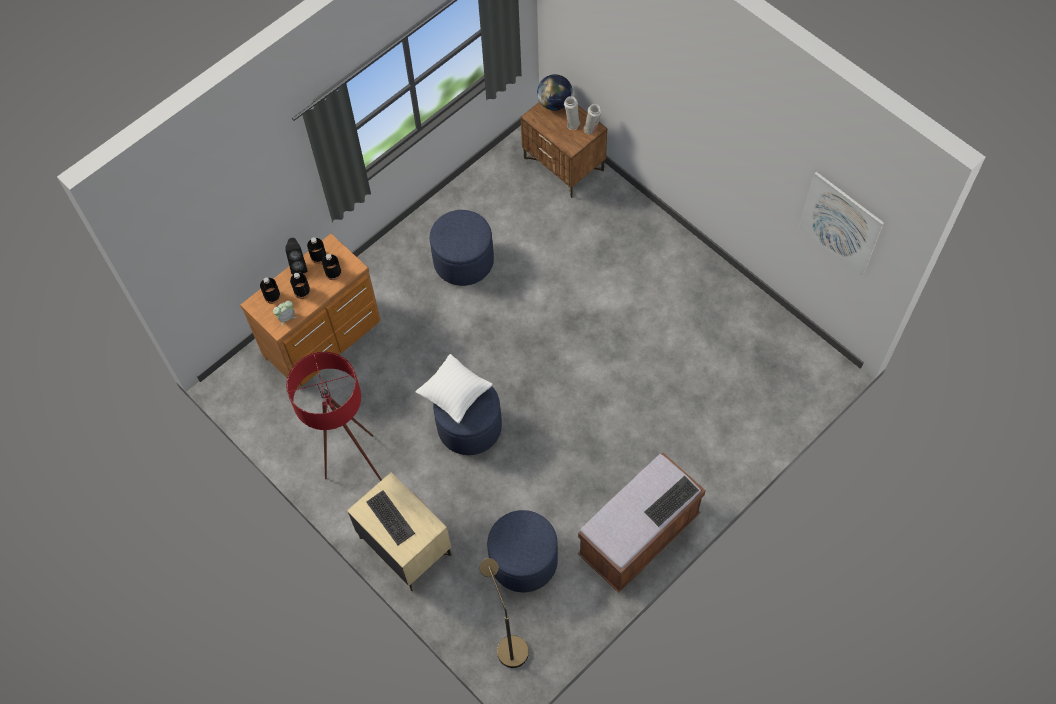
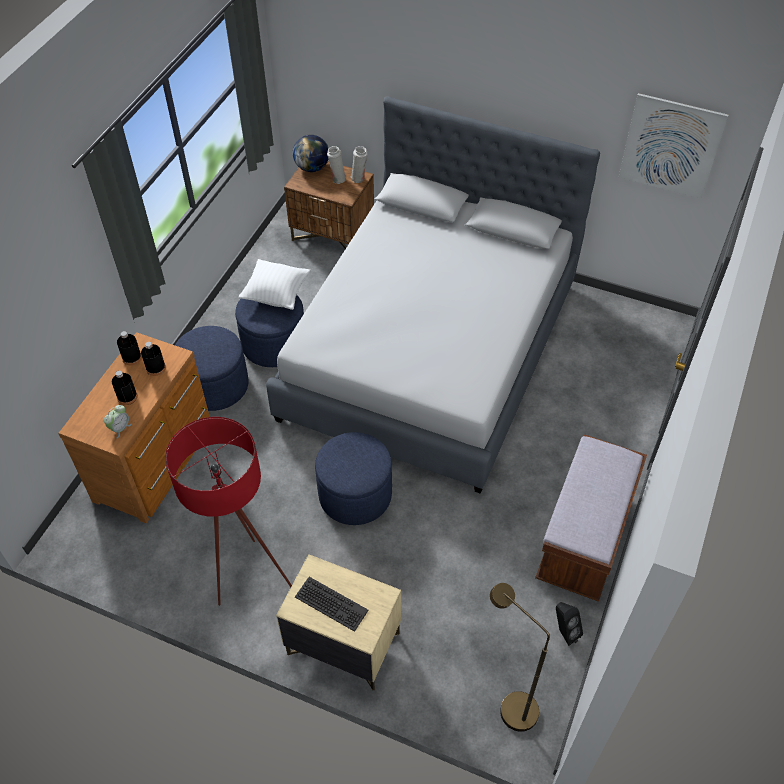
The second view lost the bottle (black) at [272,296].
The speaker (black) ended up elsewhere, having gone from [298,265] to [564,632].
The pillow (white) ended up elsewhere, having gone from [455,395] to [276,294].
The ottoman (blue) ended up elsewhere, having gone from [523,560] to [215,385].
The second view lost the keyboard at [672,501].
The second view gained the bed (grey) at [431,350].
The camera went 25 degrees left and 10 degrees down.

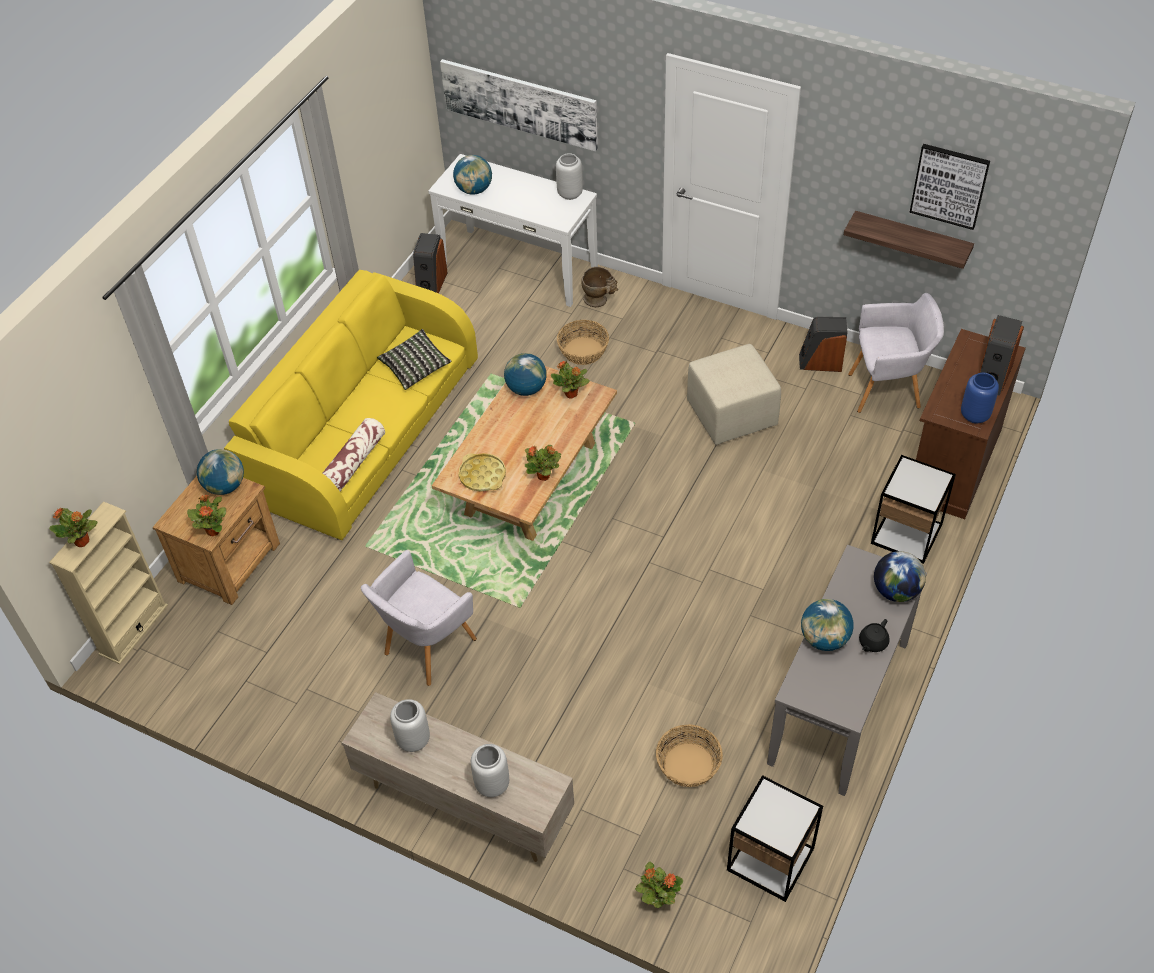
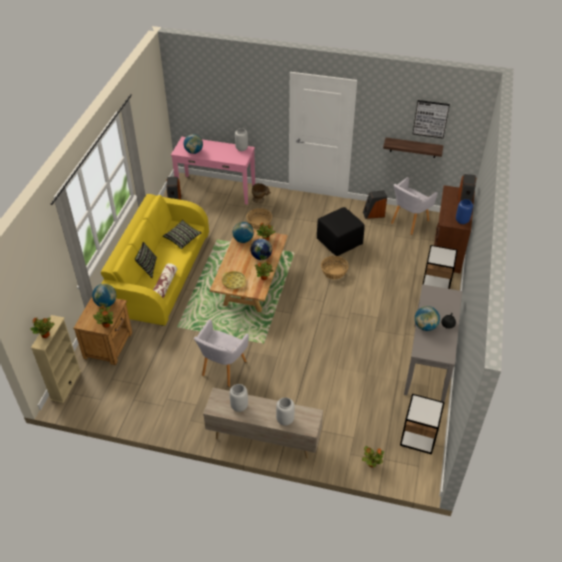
What was the console table (white) at [519,266] turned into the console table (pink) at [216,189].
The second view lost the picture at [519,103].
The basket ended up elsewhere, having gone from [688,765] to [334,272].
What was the ottoman (beige) at [732,414] turned into the ottoman (black) at [339,242].
The armchair (grey) at [888,390] ended up facing another way, 150 degrees clockwise from before.
The globe ended up elsewhere, having gone from [896,591] to [261,257].
The second view gained the pillow at [147,267].
The camera went 15 degrees left and 5 degrees down.

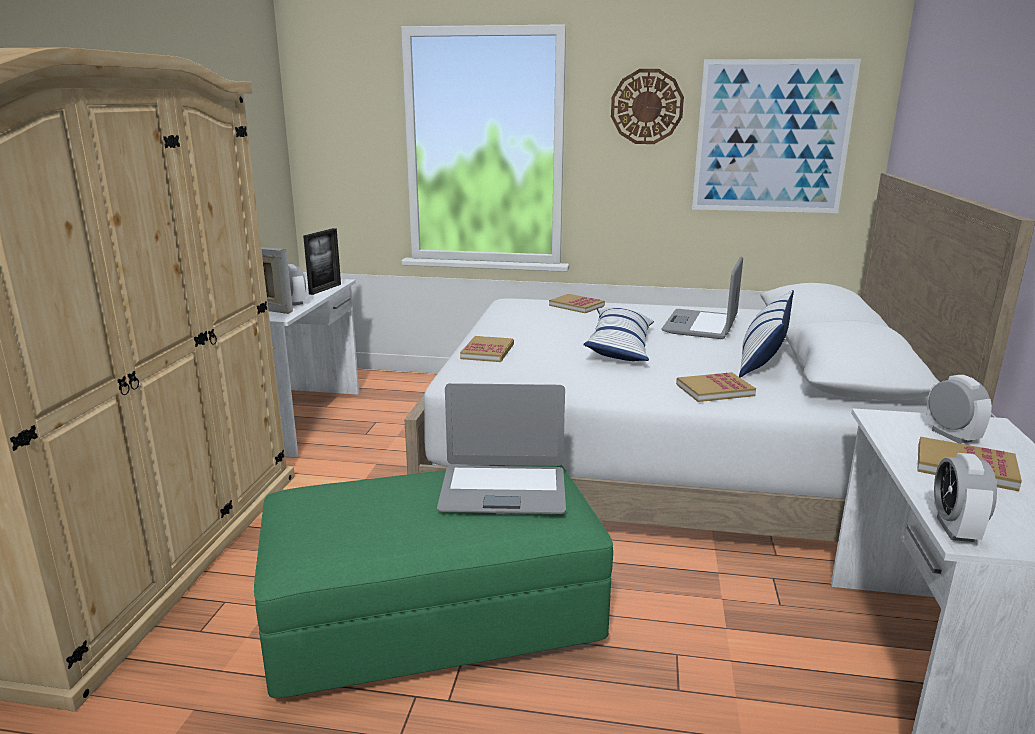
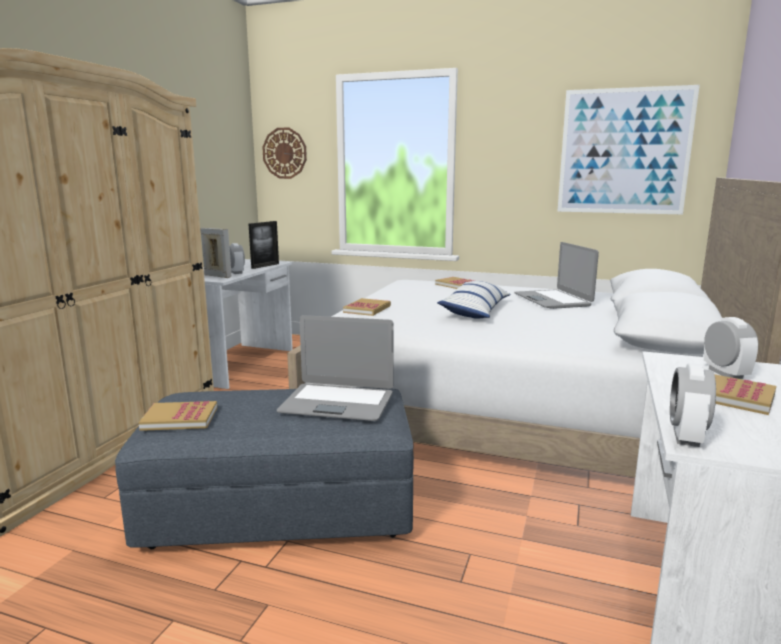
What was the ottoman (green) at [434,617] turned into the ottoman (grey) at [280,506].
The wall clock ended up elsewhere, having gone from [646,107] to [284,153].
The laptop at [701,325] ended up facing another way, 45 degrees counterclockwise from before.
The book ended up elsewhere, having gone from [714,390] to [180,418].
The second view lost the pillow at [762,358].
The camera went 10 degrees right and 5 degrees down.

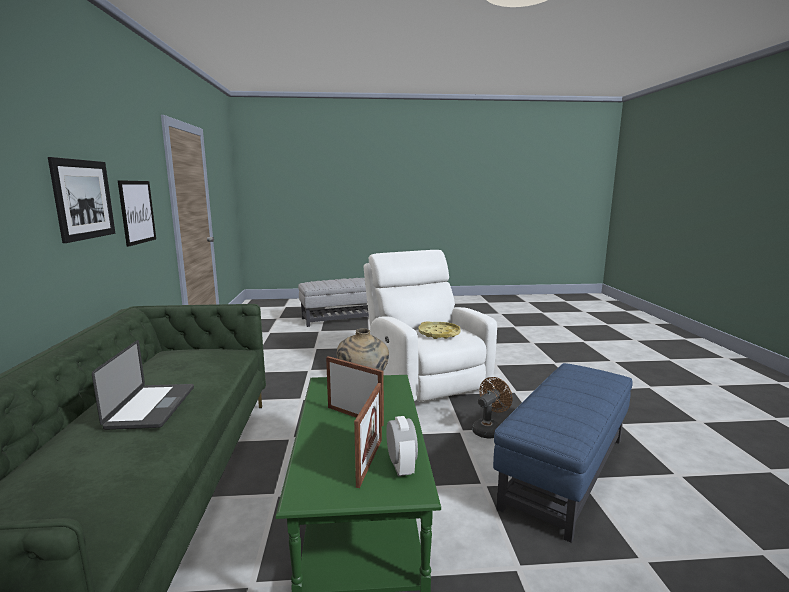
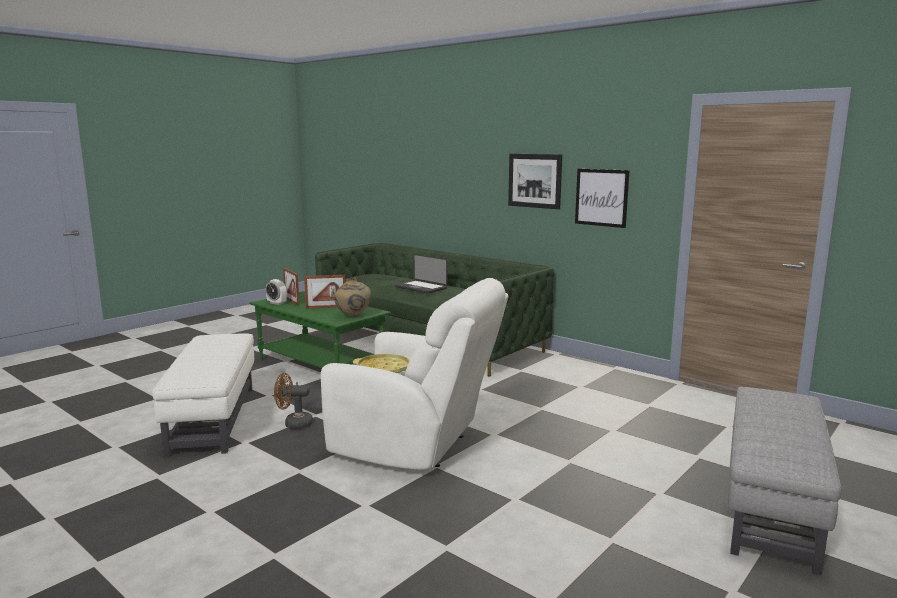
The fan (brown) at [489,429] ended up facing another way, 90 degrees clockwise from before.
What was the ottoman (blue) at [565,471] turned into the ottoman (white) at [213,419].
The camera went 135 degrees right and 0 degrees up.

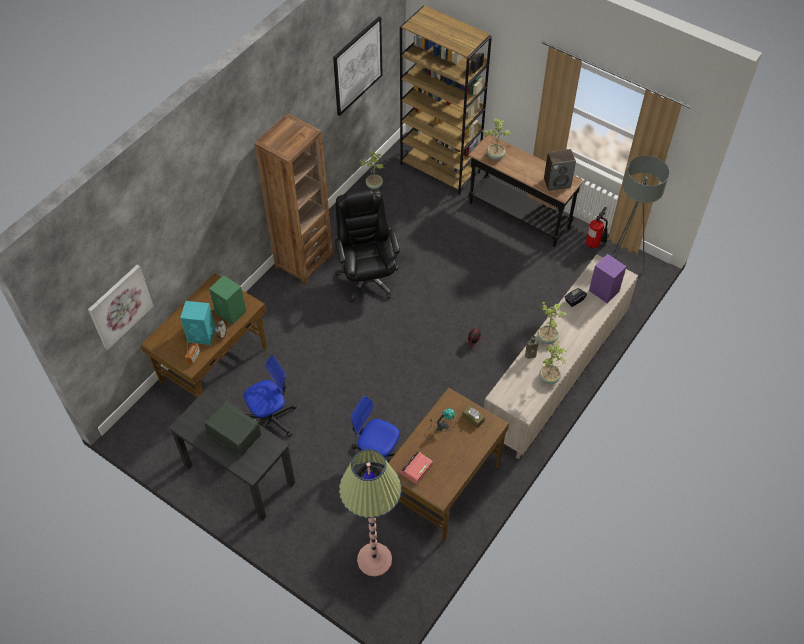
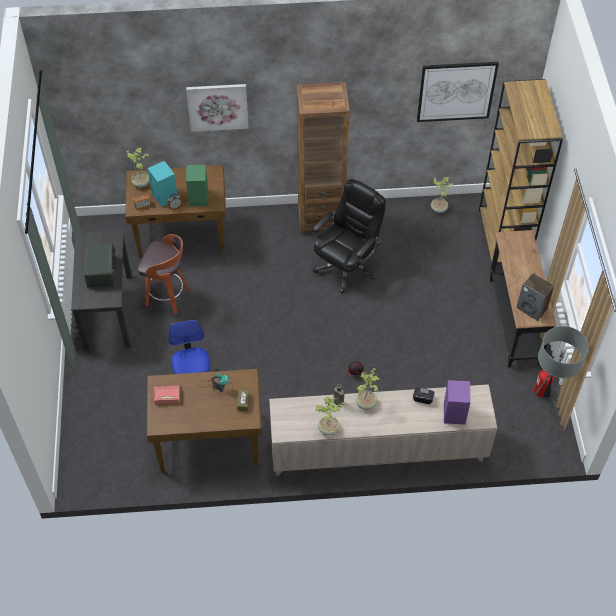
The picture ended up elsewhere, having gone from [120,306] to [217,106].
Where the office chair stood at [271,419], the stool came to stand at [168,297].
The second view lost the floor lamp at [374,559].
The potted plant ended up elsewhere, having gone from [495,155] to [141,183].
The camera went 50 degrees right and 0 degrees up.

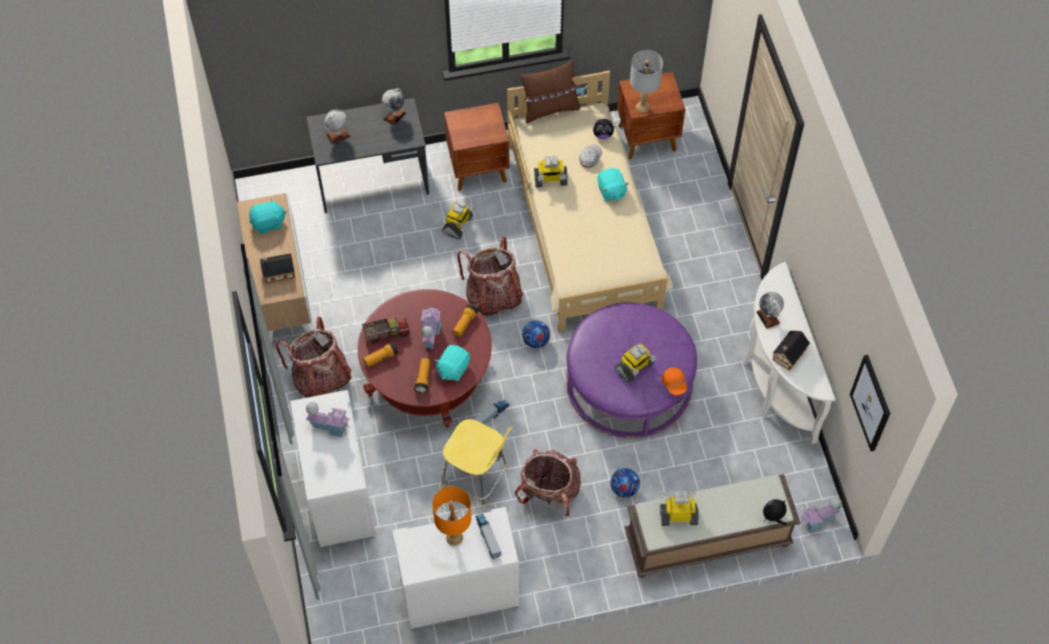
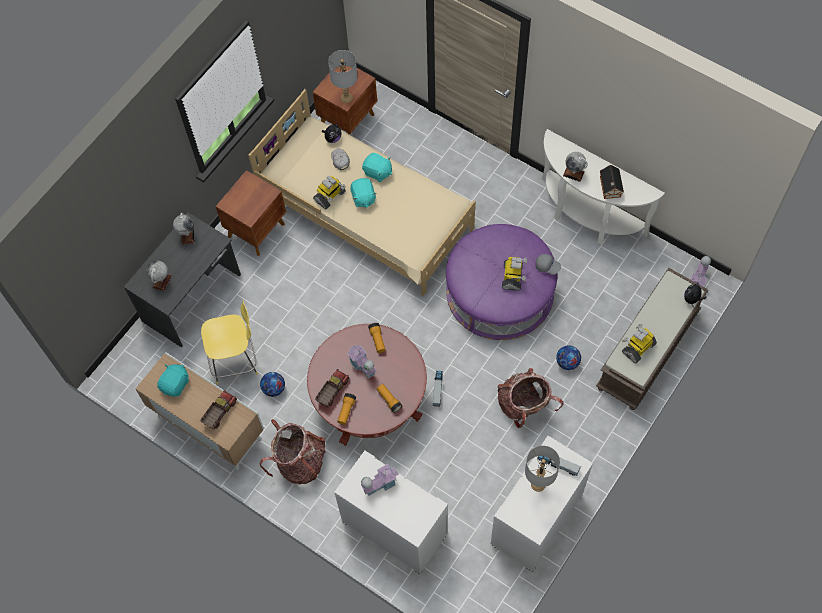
Where the toy house stood at [277,272], the toy truck came to stand at [219,413].
What was the table lamp (orange) at [454,538] turned into the table lamp (grey) at [538,484].
The plush toy (turquoise) ended up elsewhere, having gone from [453,368] to [363,198].
The stool (yellow) ended up elsewhere, having gone from [477,479] to [235,360].
The second view lost the toy robot at [458,225].
The second view lost the backpack at [493,296].
The second view lost the pillow (brown) at [550,109].
The football ended up elsewhere, having gone from [536,341] to [274,388].
What was the cap (orange) at [674,384] turned into the cap (grey) at [547,266].
The second view lost the picture at [871,403].
The camera went 40 degrees left and 5 degrees up.

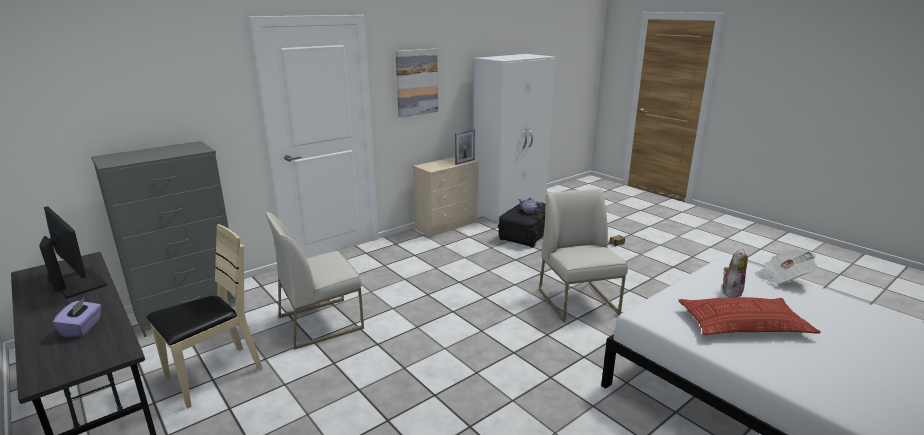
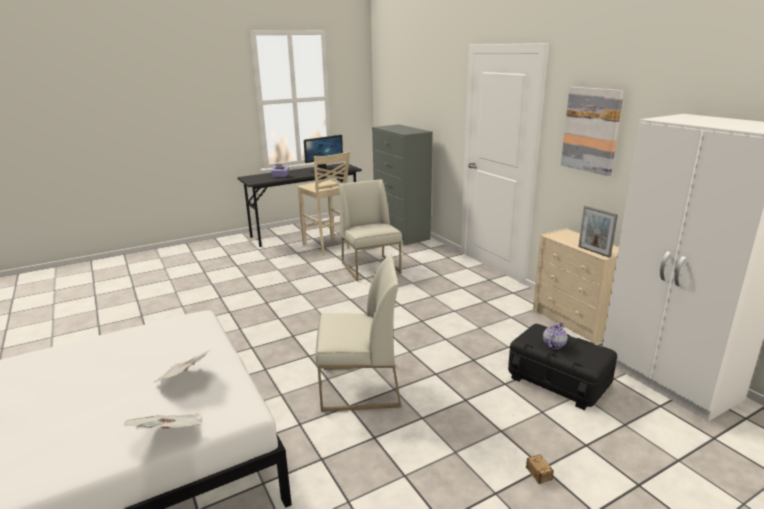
Where the chair (beige) stood at [214,375], the stool (beige) came to stand at [327,247].
The second view lost the pillow at [743,324].
Where the plush toy stood at [731,291], the newspaper came to stand at [185,379].
The camera went 100 degrees right and 0 degrees up.

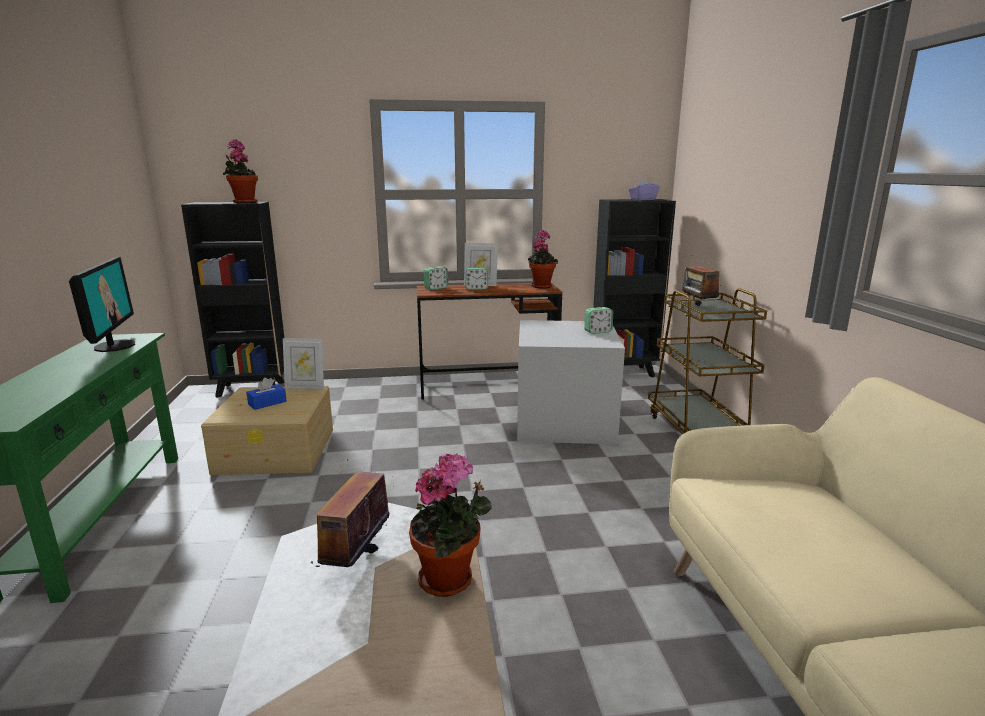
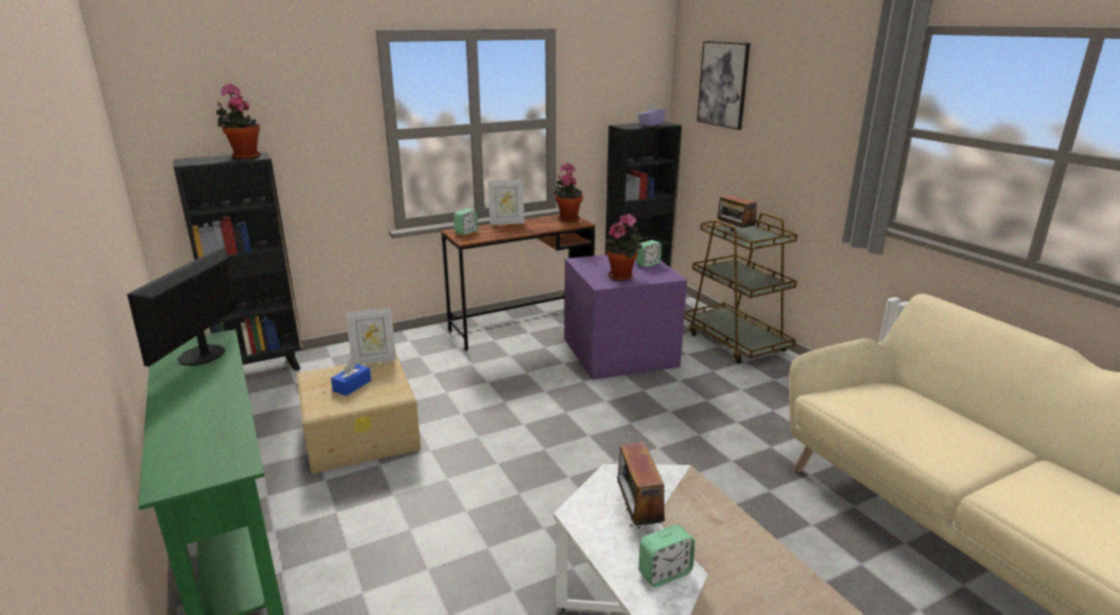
The monitor at [113,346] ended up facing another way, 135 degrees counterclockwise from before.
The potted plant ended up elsewhere, having gone from [450,580] to [623,276].
The alarm clock ended up elsewhere, having gone from [476,288] to [665,573].
What was the storage box (grey) at [566,422] turned into the storage box (purple) at [622,353].
The second view gained the picture at [723,84].
The camera went 20 degrees left and 5 degrees up.

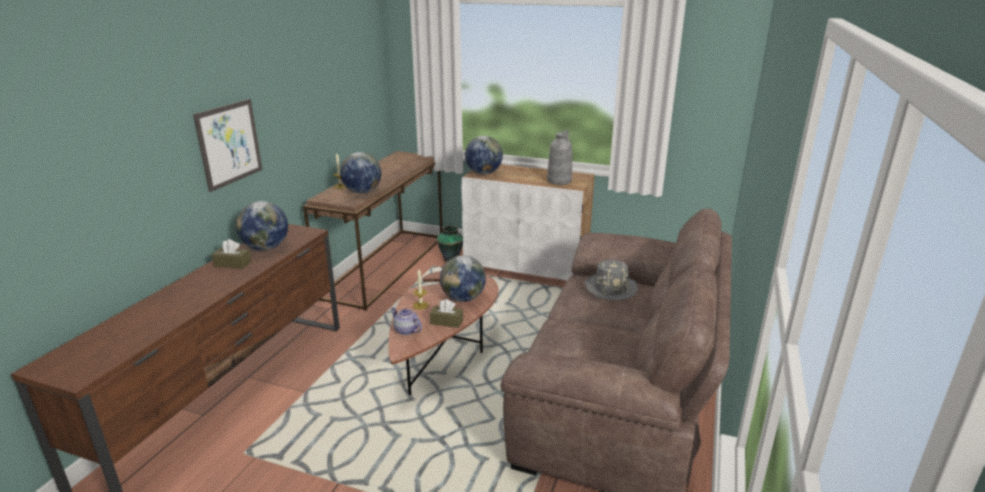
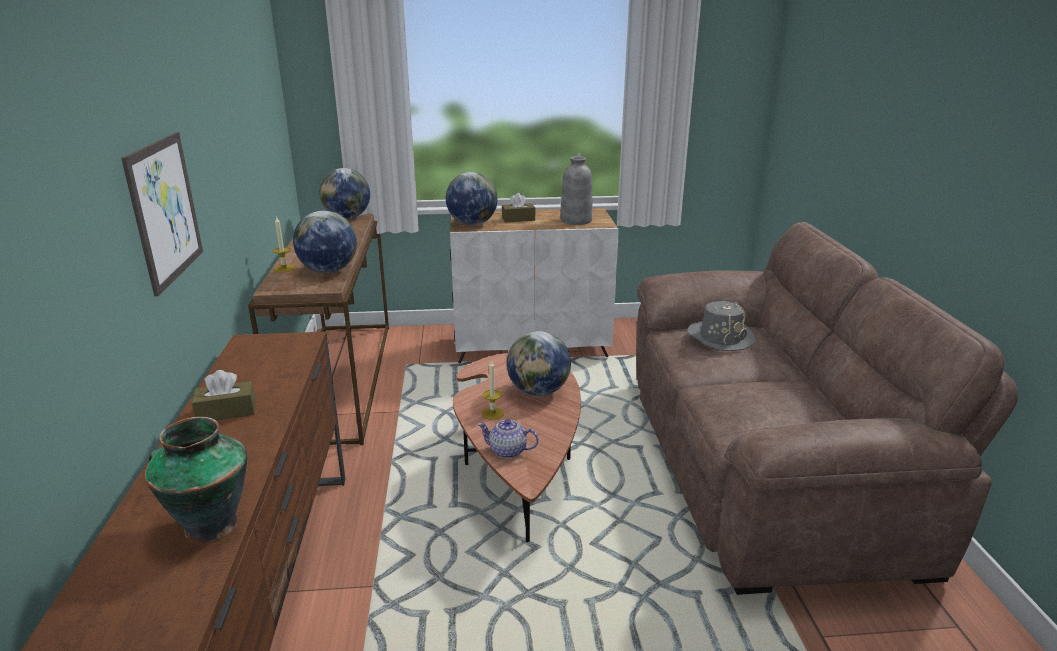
The globe ended up elsewhere, having gone from [266,248] to [347,217].
The tissue box (brown) ended up elsewhere, having gone from [446,322] to [518,219].
The vase ended up elsewhere, having gone from [450,259] to [209,525].
The camera went 25 degrees left and 0 degrees up.

